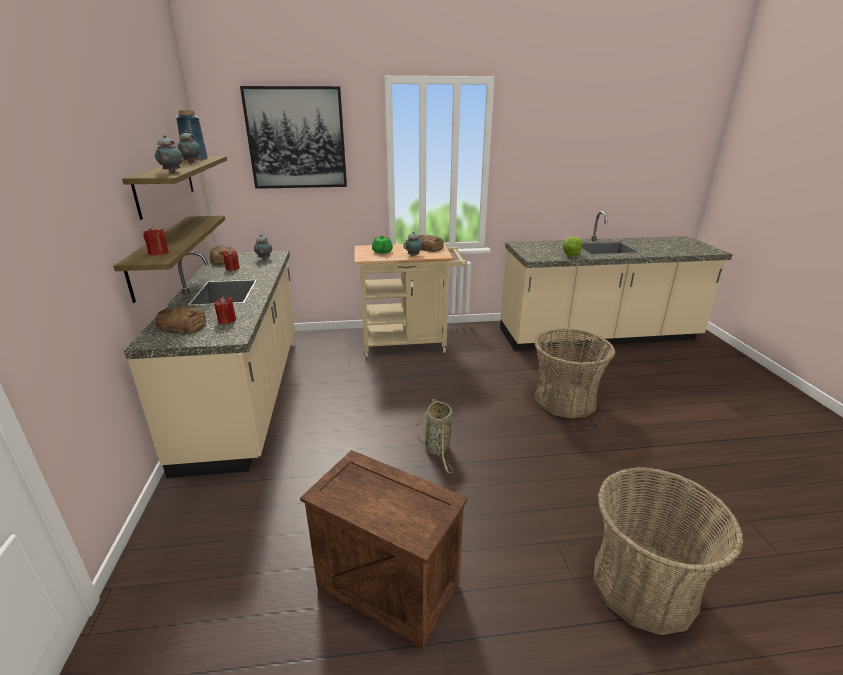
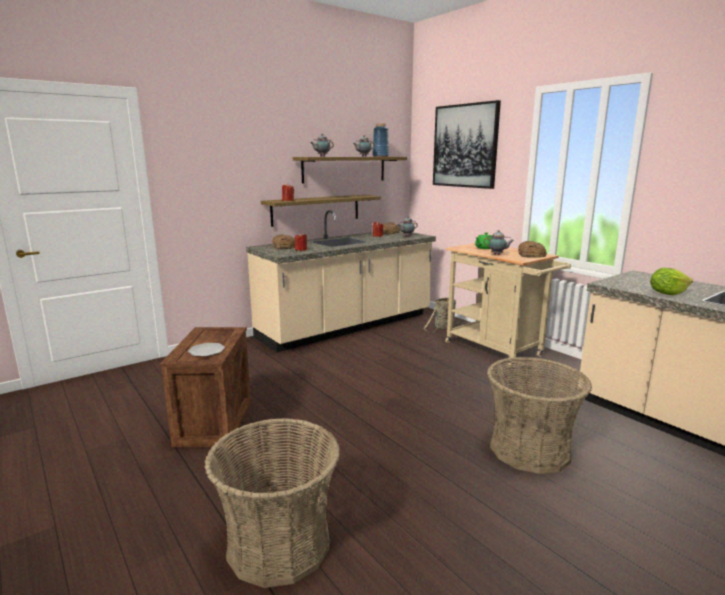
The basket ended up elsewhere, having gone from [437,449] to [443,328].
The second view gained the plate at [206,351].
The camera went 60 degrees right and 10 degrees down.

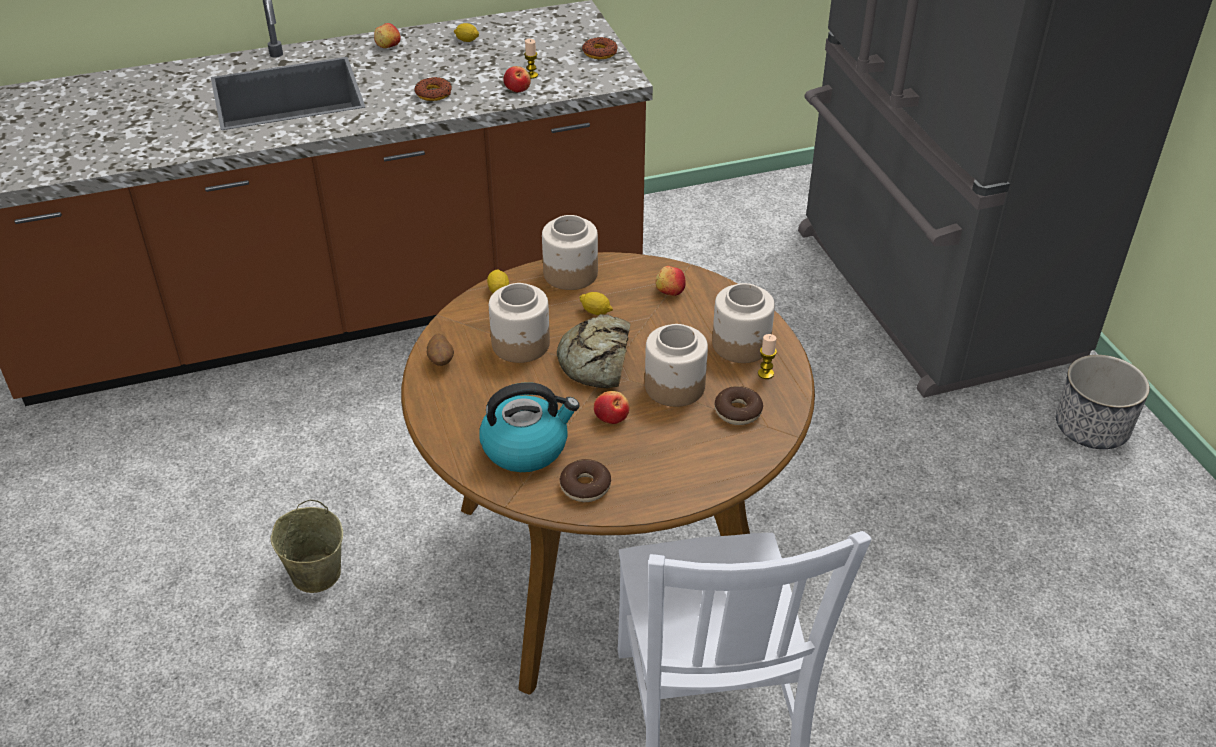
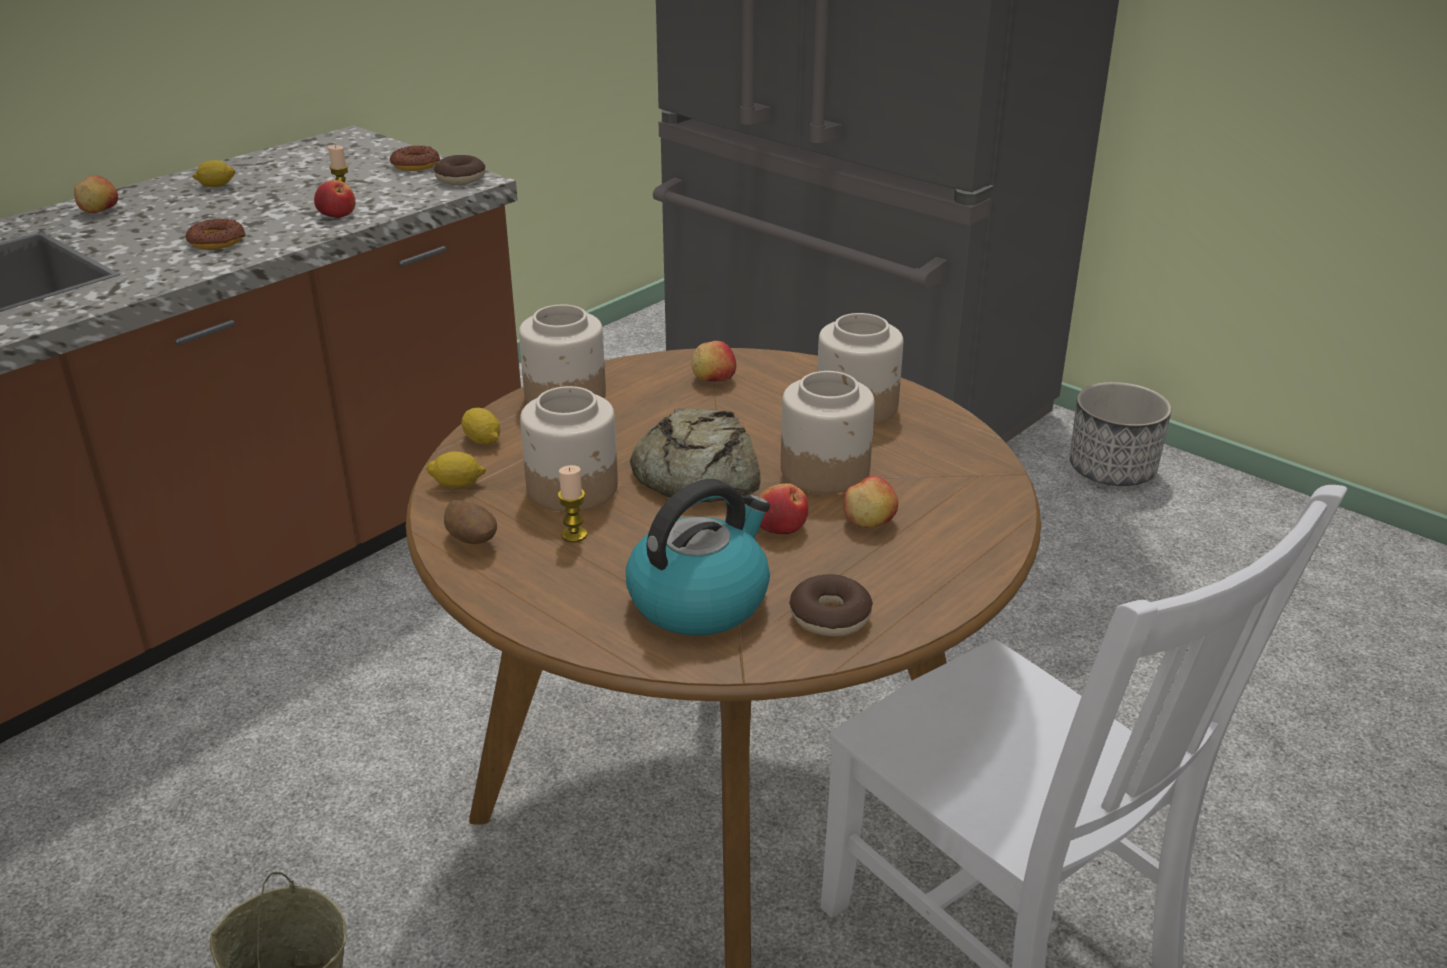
The lemon ended up elsewhere, having gone from [596,311] to [457,484].
The donut ended up elsewhere, having gone from [738,411] to [460,178].
The candle ended up elsewhere, having gone from [765,373] to [574,535].
The second view gained the apple at [869,522].
The camera went 30 degrees left and 10 degrees down.

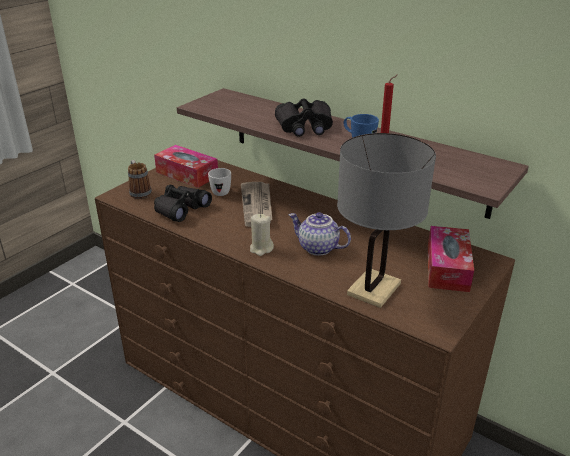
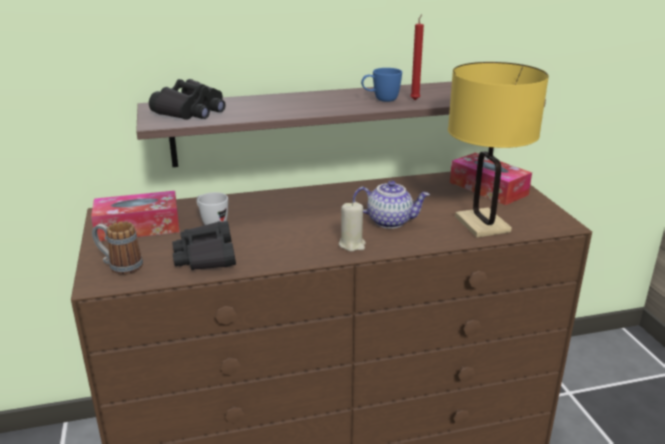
The second view lost the newspaper at [257,205].
The binoculars (black) ended up elsewhere, having gone from [304,127] to [192,111].
The teapot at [317,248] ended up facing another way, 150 degrees counterclockwise from before.
What was the table lamp (grey) at [374,289] turned into the table lamp (yellow) at [482,224].
The camera went 50 degrees left and 5 degrees down.

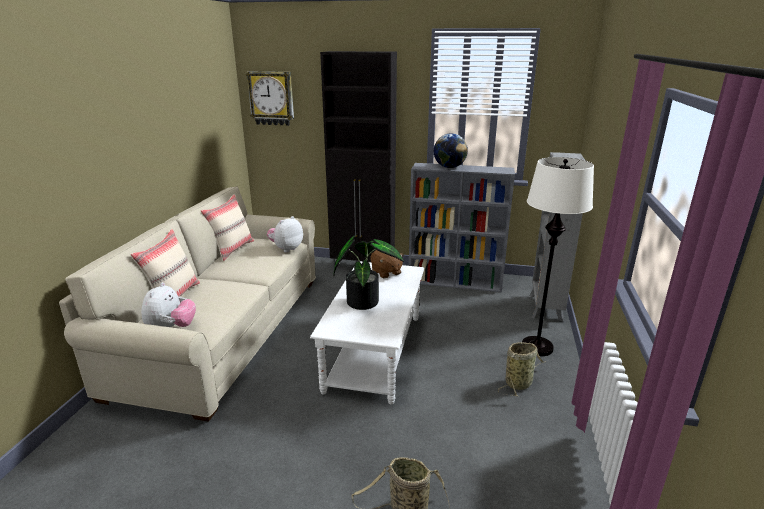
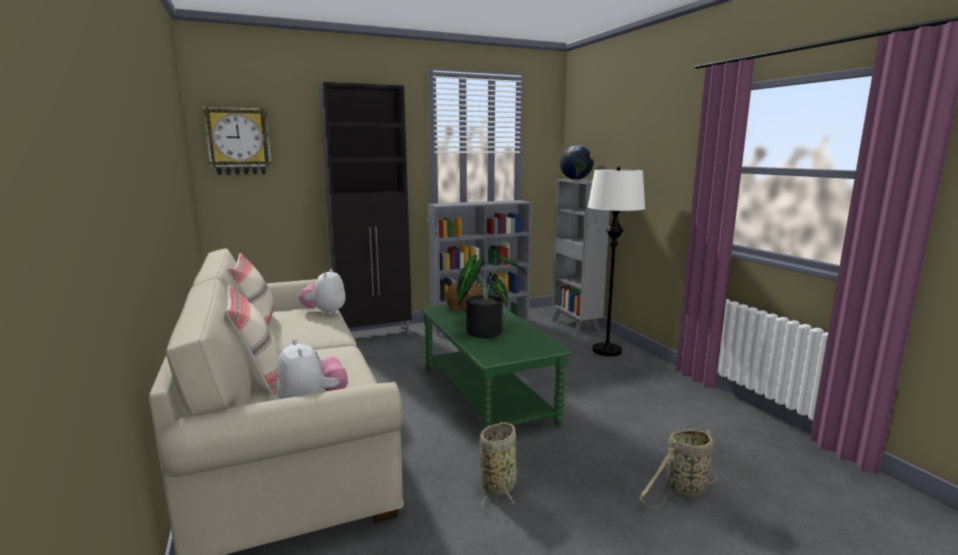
What was the coffee table (white) at [375,352] turned into the coffee table (green) at [486,394].
The globe ended up elsewhere, having gone from [449,167] to [575,179].
The basket ended up elsewhere, having gone from [519,383] to [499,484].
The camera went 35 degrees left and 10 degrees down.

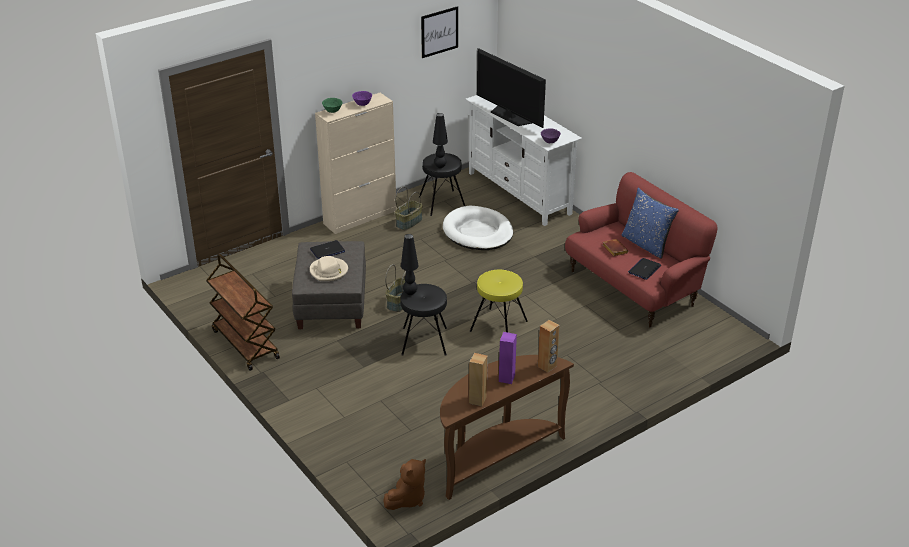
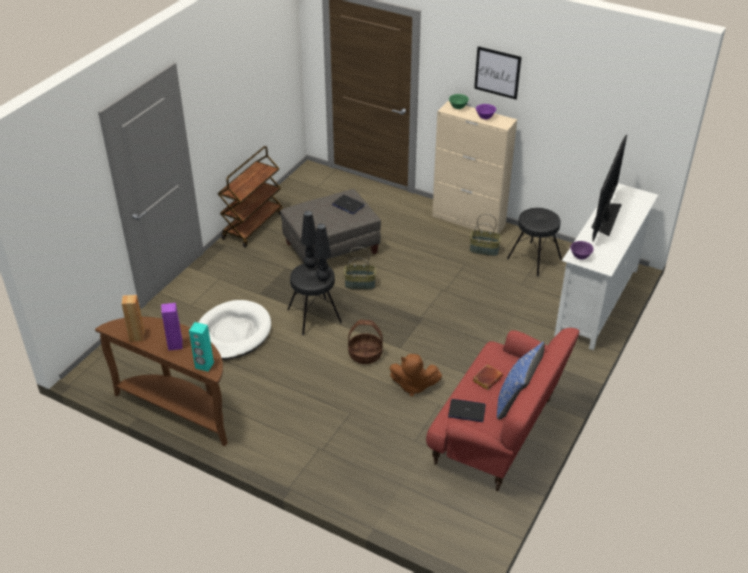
The second view lost the hat (beige) at [329,271].
The plush toy (brown) ended up elsewhere, having gone from [407,499] to [413,385].
The picture ended up elsewhere, having gone from [439,32] to [497,72].
The table lamp (black) ended up elsewhere, having gone from [440,166] to [323,279].
The dog bed (white) ended up elsewhere, having gone from [478,232] to [233,333].
Where the stool (yellow) stood at [498,326], the basket came to stand at [365,354].
What was the speaker (brown) at [547,366] turned into the speaker (turquoise) at [204,365].
The camera went 65 degrees right and 5 degrees up.

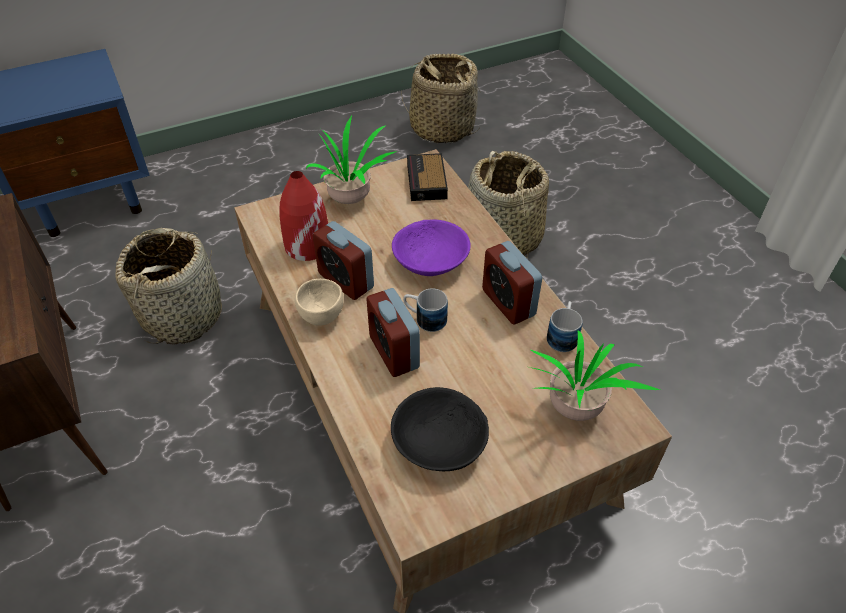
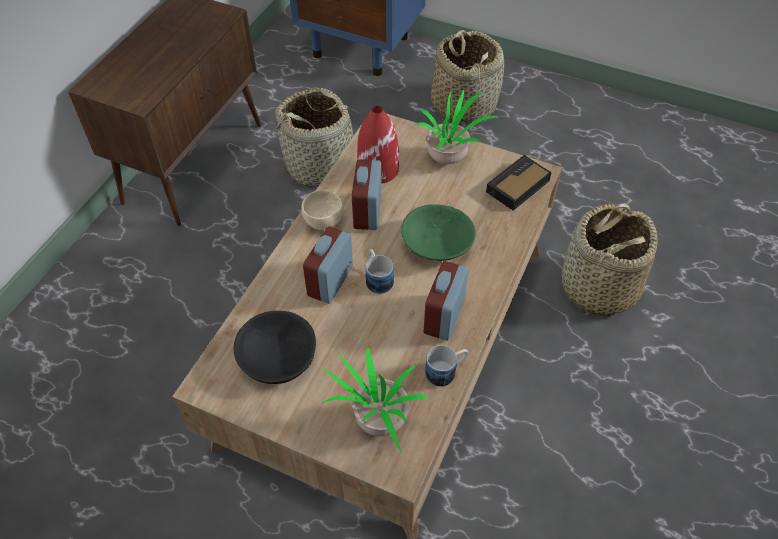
What was the bowl (purple) at [431,261] turned into the bowl (green) at [437,244].
The basket ended up elsewhere, having gone from [442,128] to [464,104].
The camera went 50 degrees right and 5 degrees up.

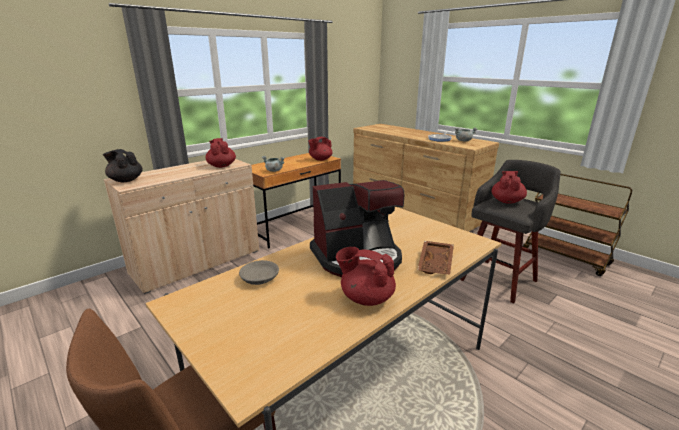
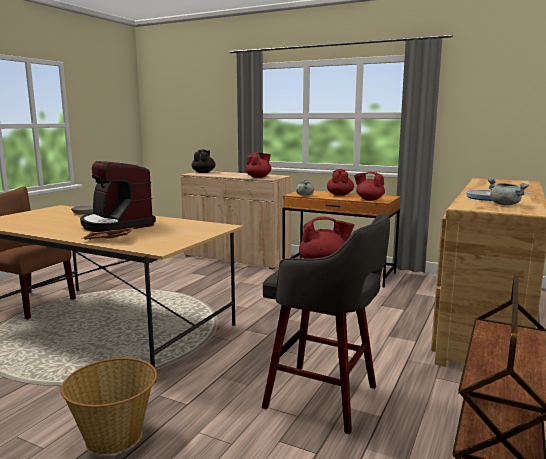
The teapot (red) ended up elsewhere, having gone from [366,298] to [340,195].
The second view gained the basket at [115,436].
The camera went 70 degrees right and 10 degrees down.

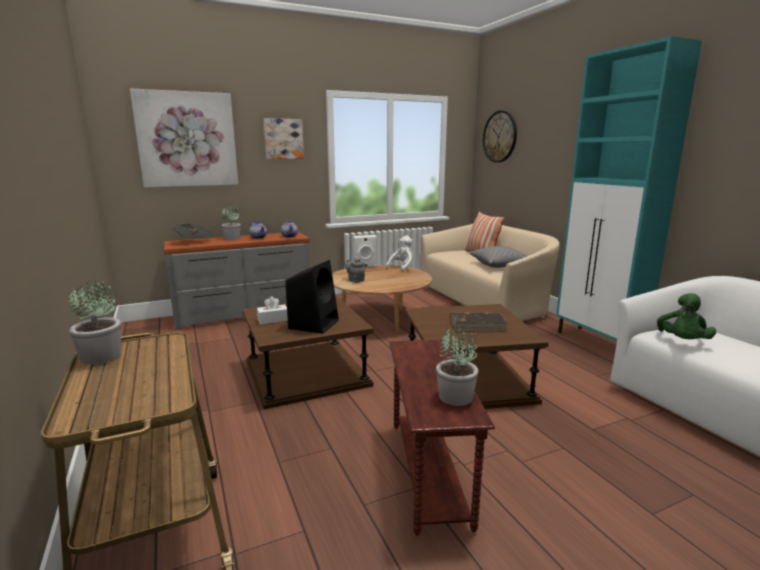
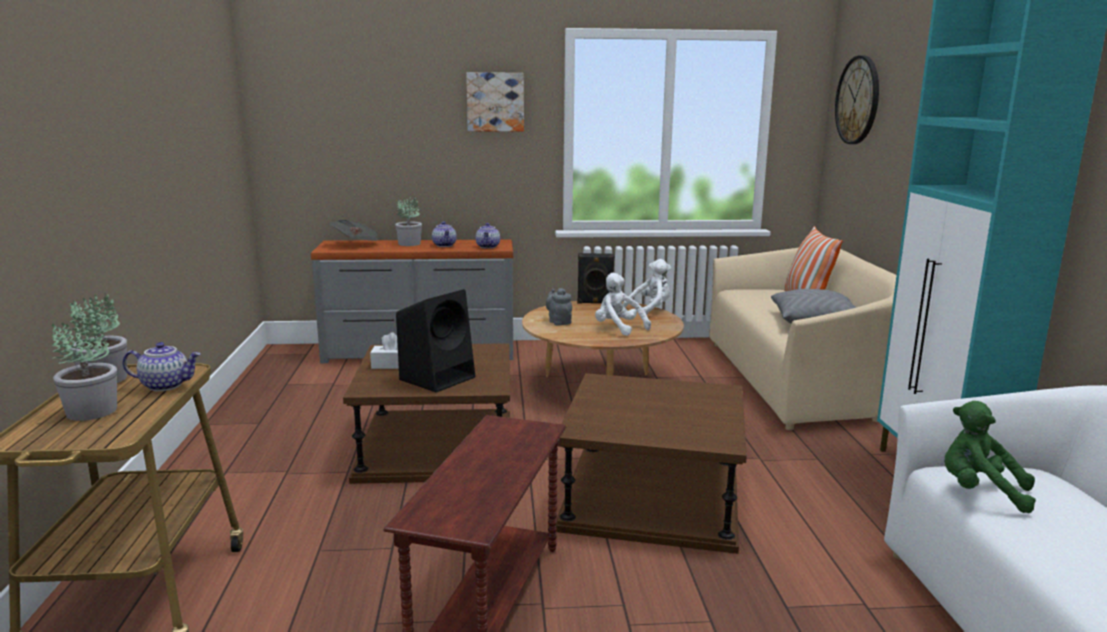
The second view lost the picture at [187,139].
What was the speaker (white) at [365,267] turned into the speaker (black) at [595,303].
The potted plant ended up elsewhere, having gone from [454,396] to [92,411].
The second view lost the book (brown) at [478,324].
The plush toy (green) at [682,342] ended up facing another way, 75 degrees clockwise from before.
The second view gained the teapot at [166,385].
The second view gained the plush toy (white) at [618,328].
The camera went 20 degrees right and 0 degrees up.

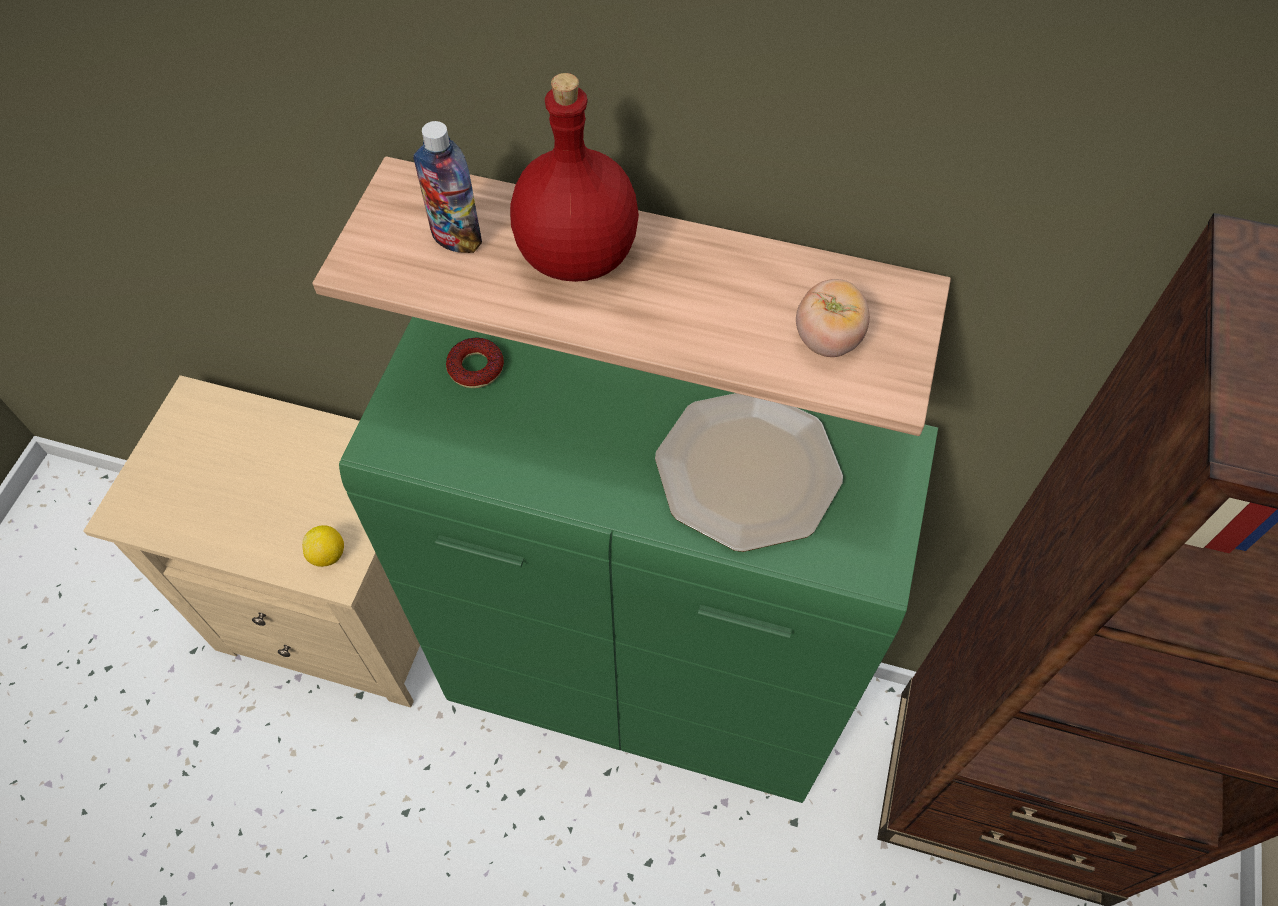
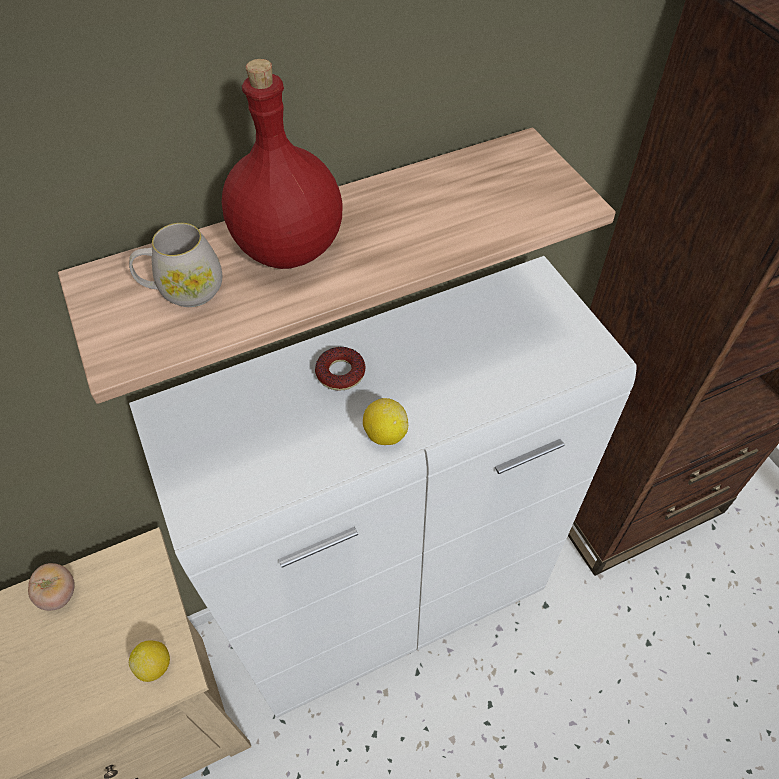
What was the cabinet (green) at [643,692] turned into the cabinet (white) at [395,605].
Where the bottle stood at [456,239], the mug (white) came to stand at [184,291].
The donut ended up elsewhere, having gone from [476,368] to [340,373].
The second view lost the plate at [746,470].
The tomato ended up elsewhere, having gone from [827,339] to [59,594].
The second view gained the lemon at [385,434].
The camera went 40 degrees left and 5 degrees down.

